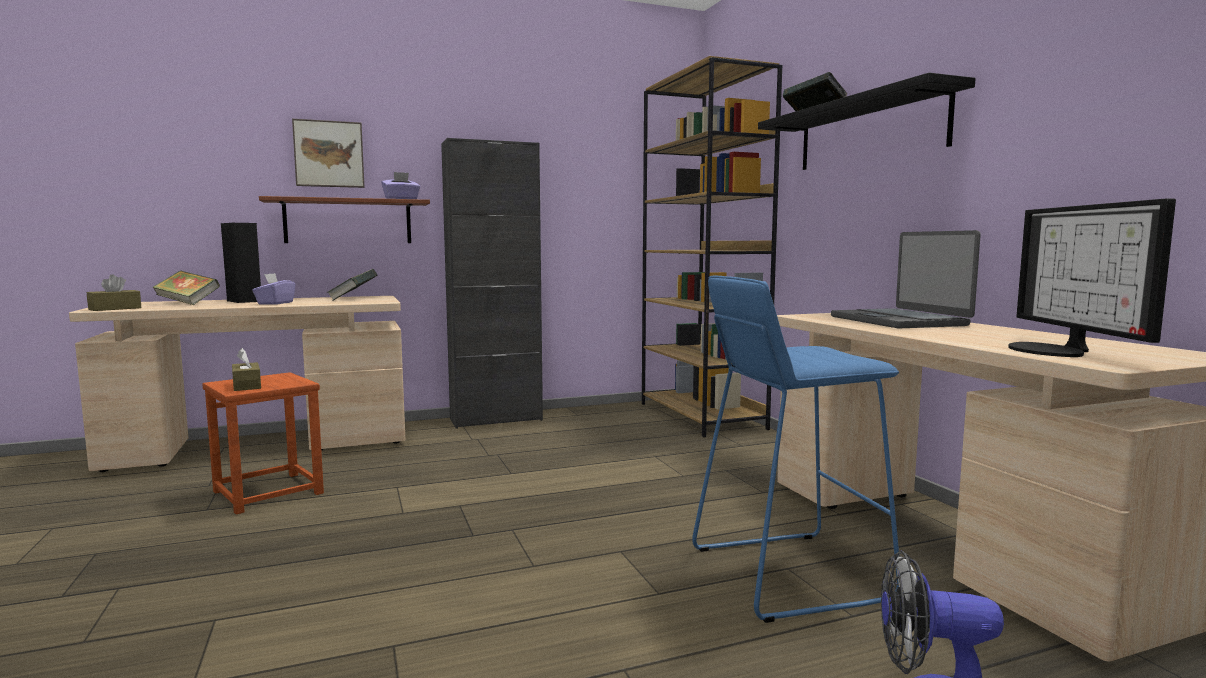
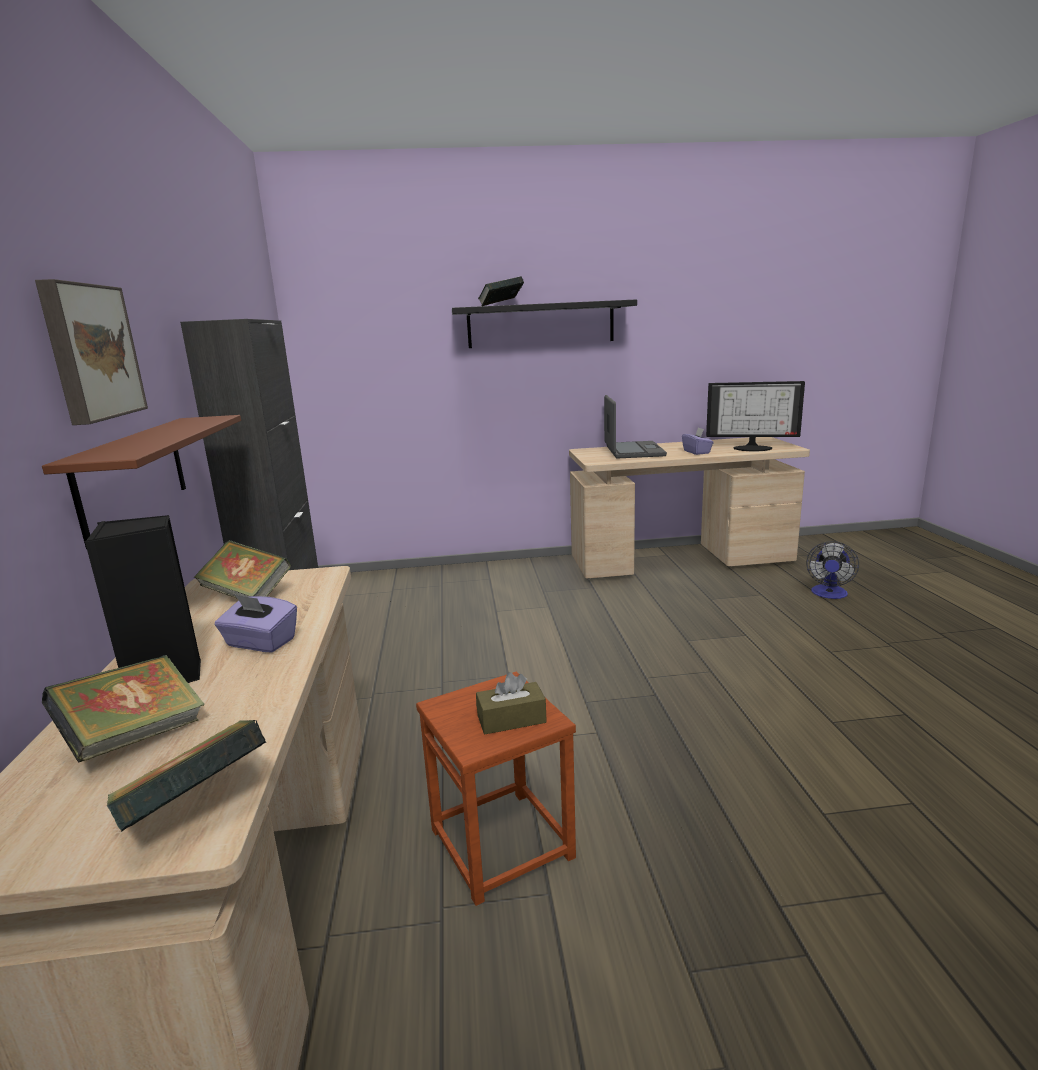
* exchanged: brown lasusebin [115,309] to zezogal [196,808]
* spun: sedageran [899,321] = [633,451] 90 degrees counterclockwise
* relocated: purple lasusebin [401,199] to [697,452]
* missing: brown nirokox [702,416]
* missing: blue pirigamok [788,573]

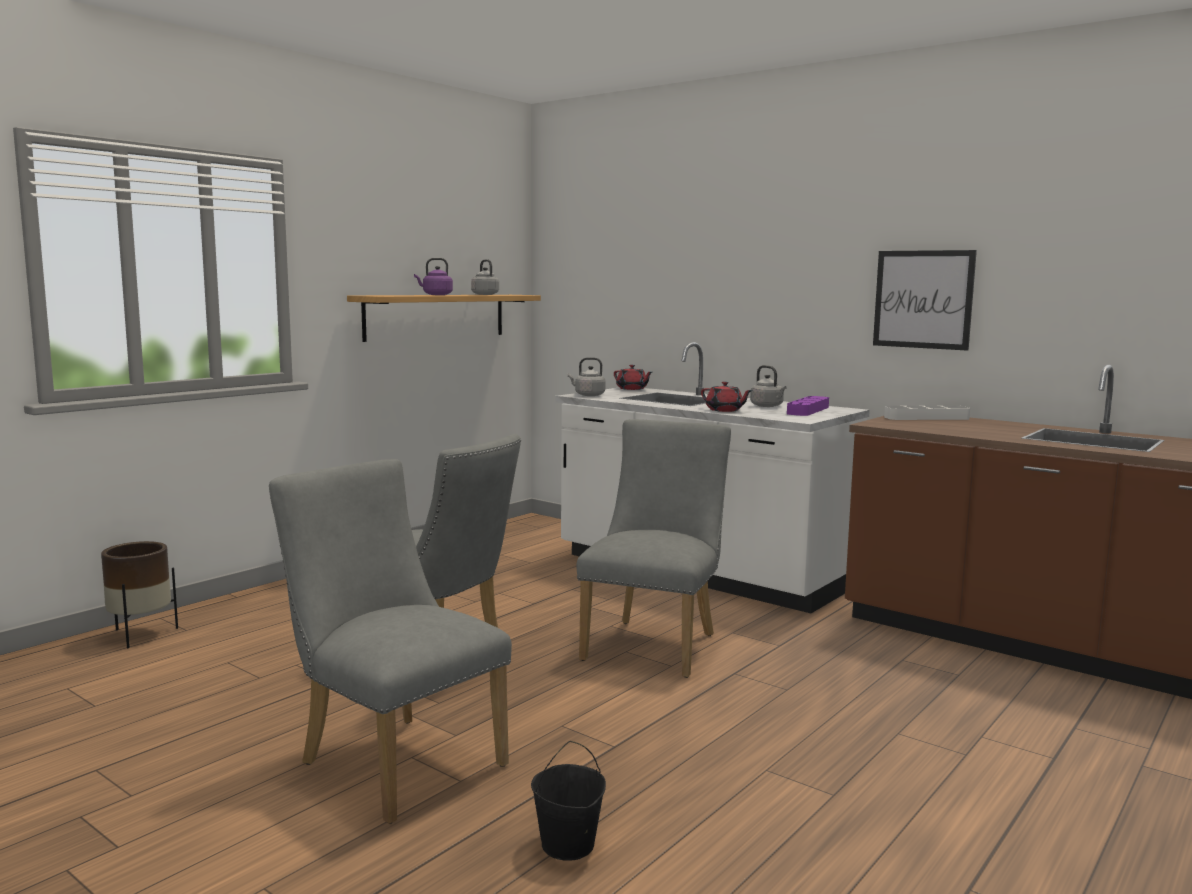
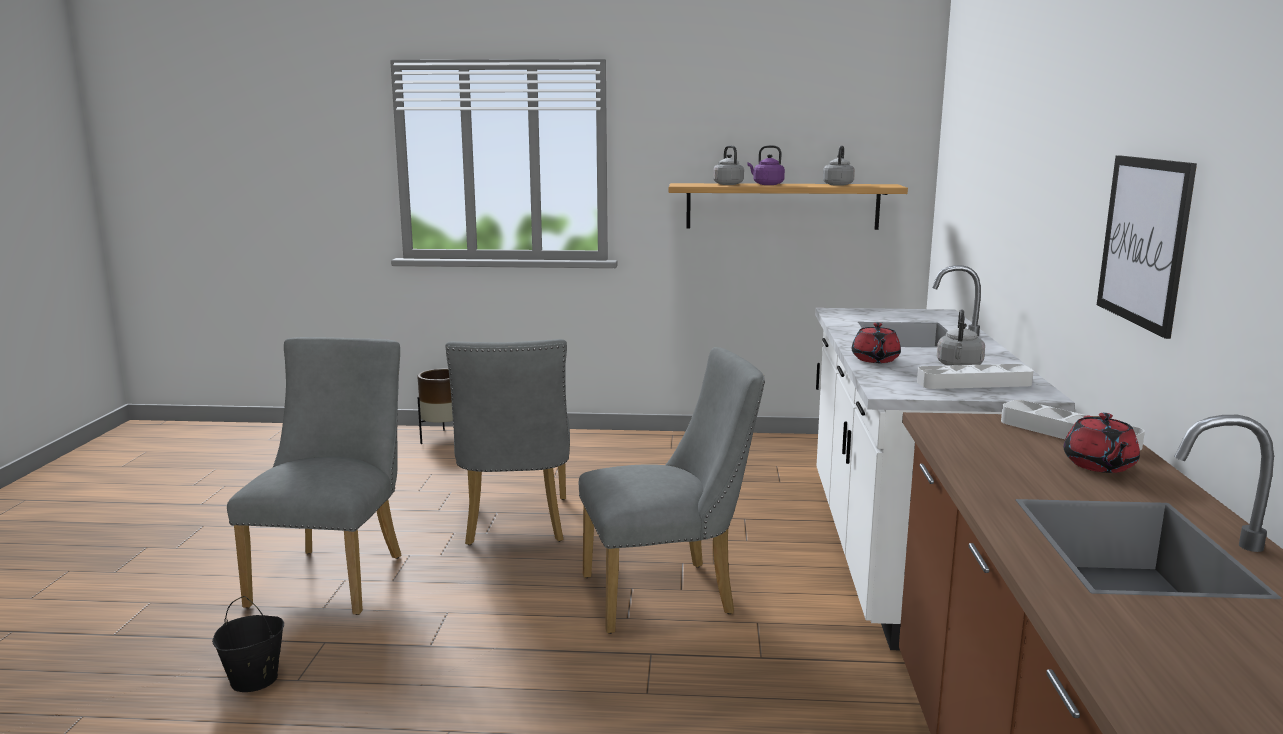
* relocated: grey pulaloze [588,395] to [727,184]
* colour: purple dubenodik [808,410] to white dubenodik [974,383]
* relocated: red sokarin [632,389] to [1099,465]

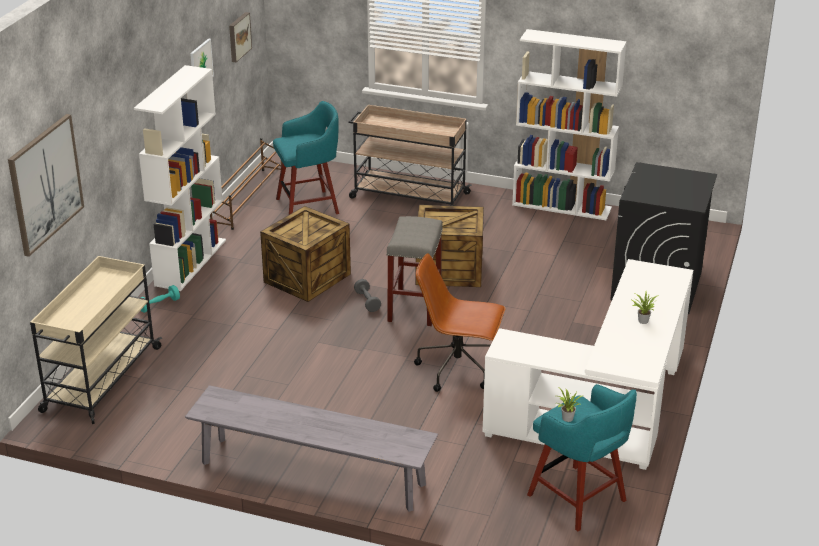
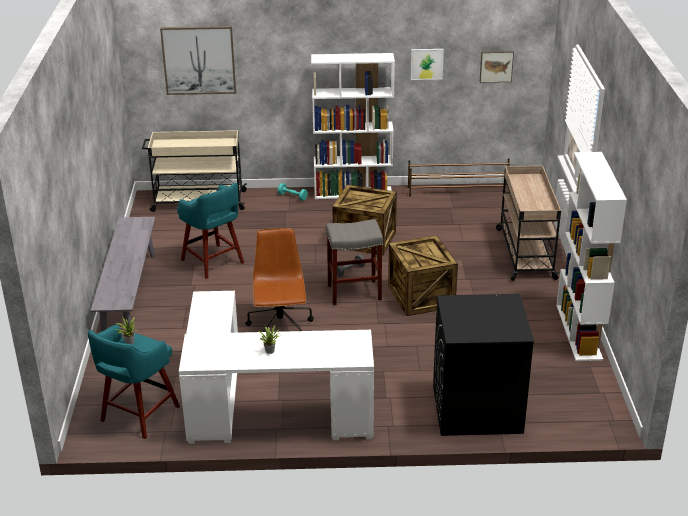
* relocated: turquoise pirigamok [309,206] to [213,262]

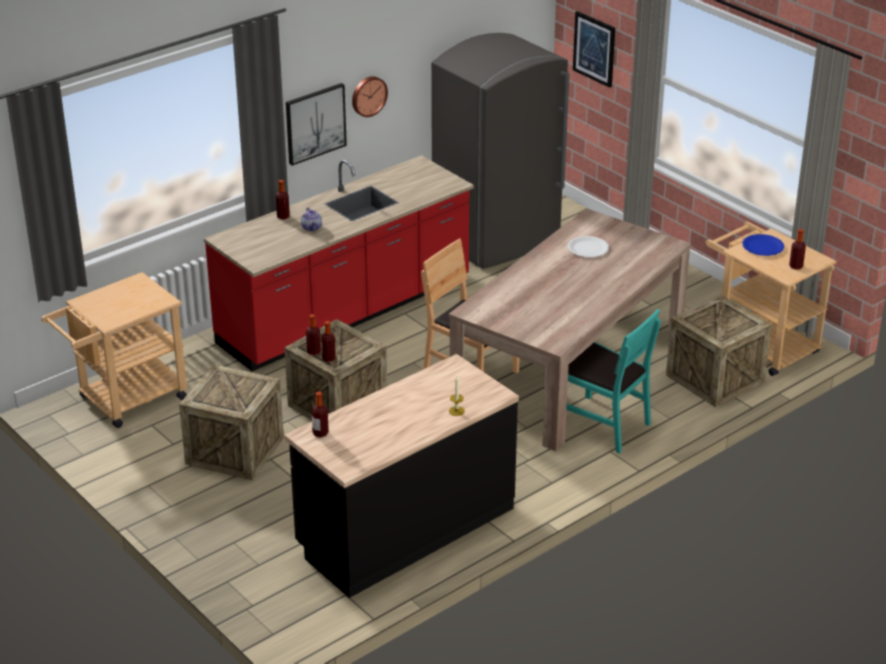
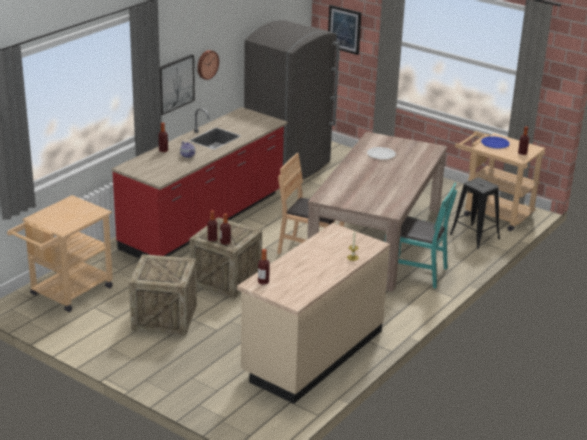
* colour: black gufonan [405,528] to beige gufonan [312,353]
* exchanged: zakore [715,378] to black pirigamok [474,236]

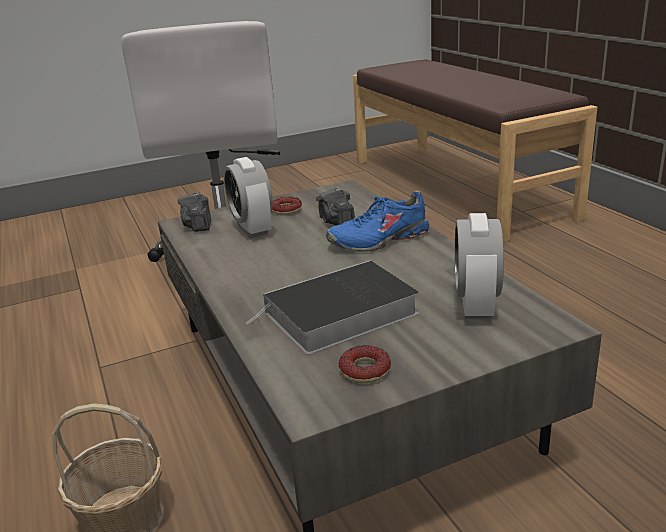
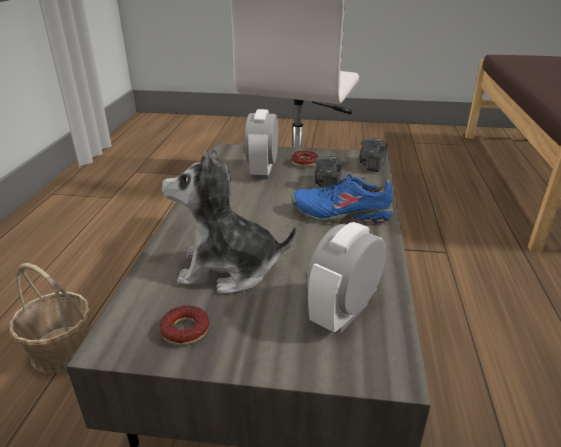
* exchanged: zezogal [338,315] to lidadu [228,269]
* relocated: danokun [198,225] to [372,165]

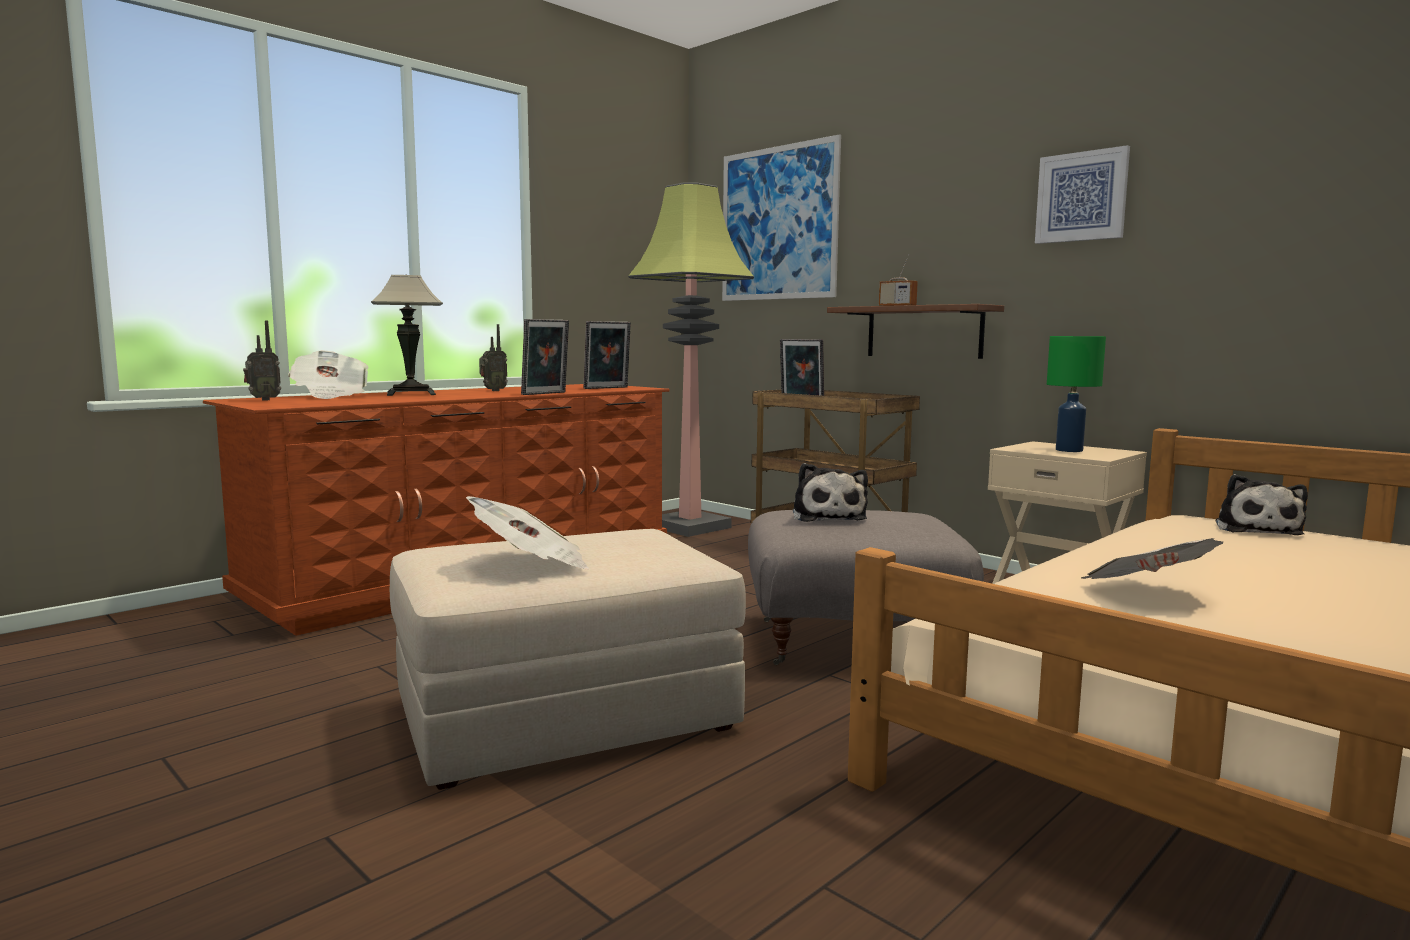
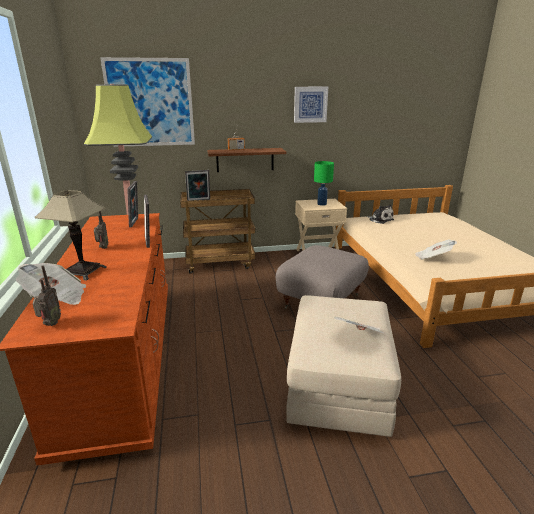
* missing: lidadu [828,517]

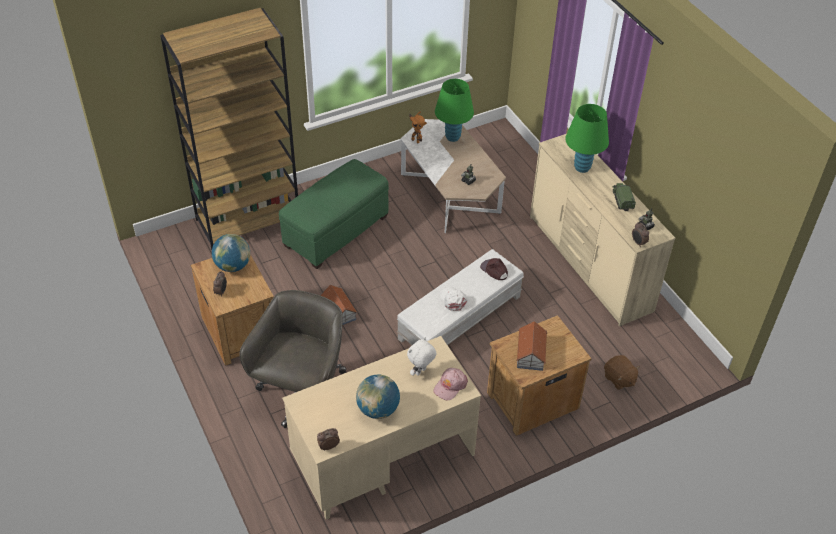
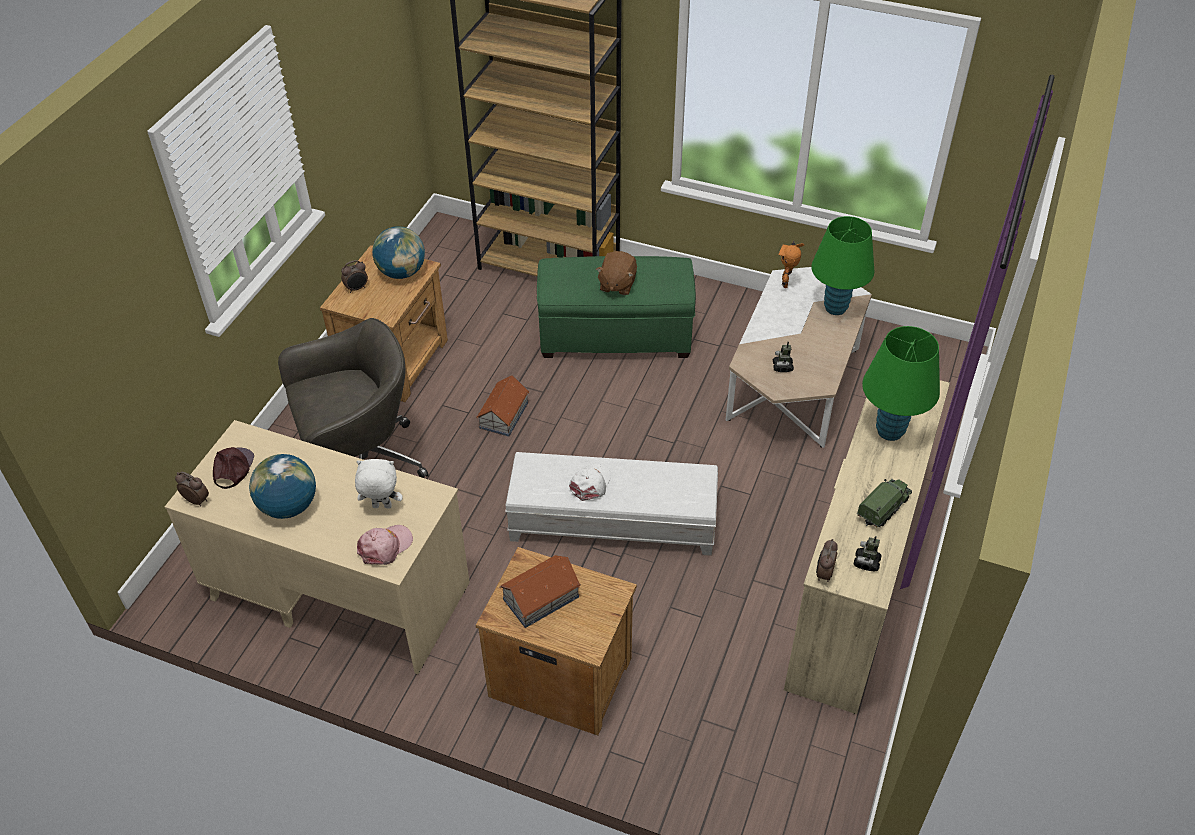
* relocated: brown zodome [494,270] to [233,468]
* spun: pink zodome [450,386] = [385,547] 135 degrees clockwise
* relocated: brown lidadu [619,379] to [617,284]

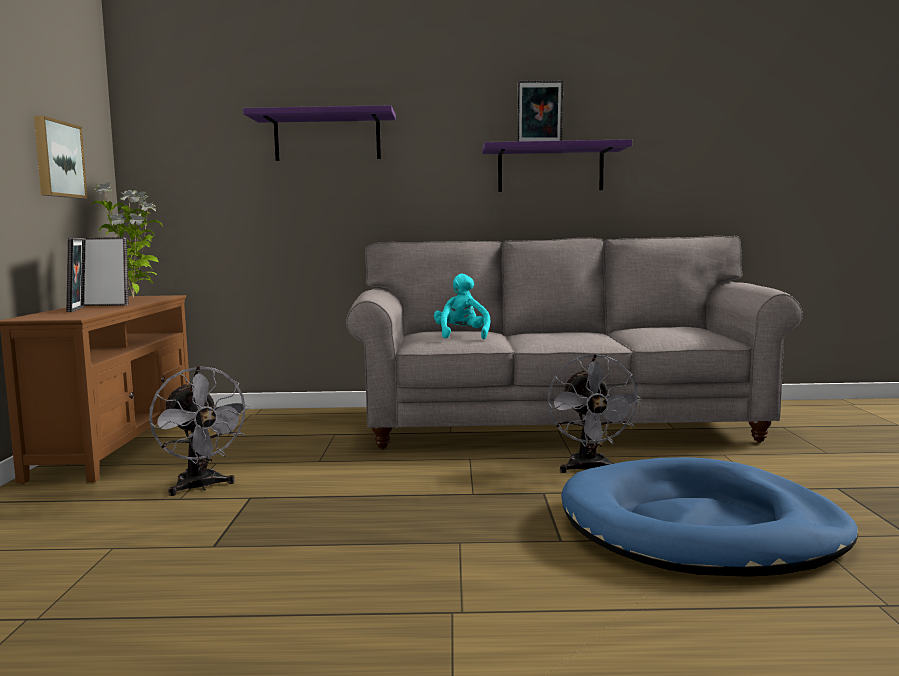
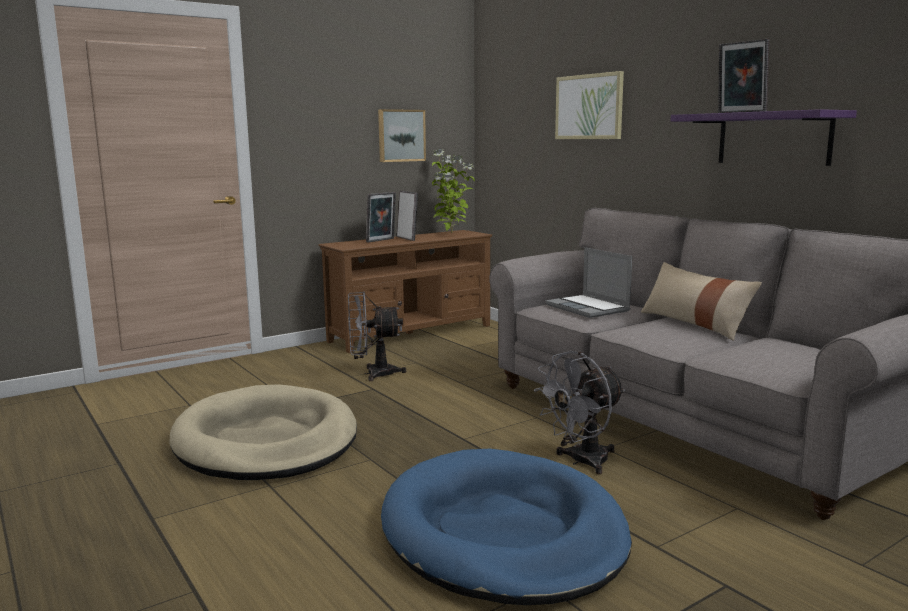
* appeared: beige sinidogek [266,441]
* spun: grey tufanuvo [201,487] = [373,374] 60 degrees clockwise
* exchanged: turquoise lidadu [462,336] to sedageran [589,308]
* exchanged: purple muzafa [327,137] to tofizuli [589,107]
* appeared: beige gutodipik [694,324]

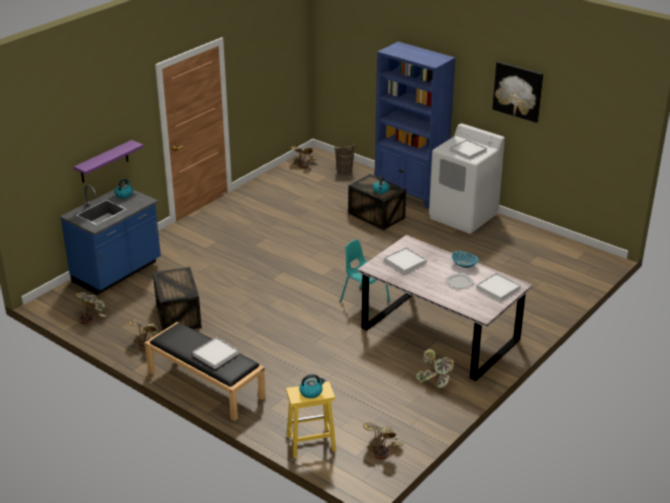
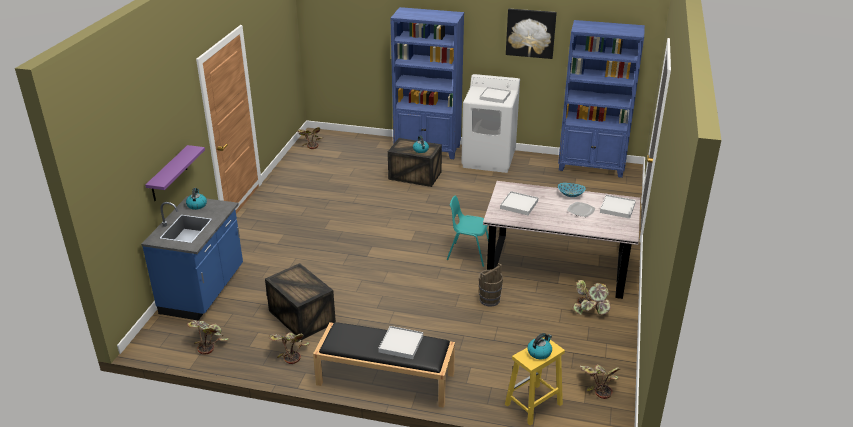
* relocated: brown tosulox [344,172] to [489,300]
* appeared: blue nirokox [591,167]

